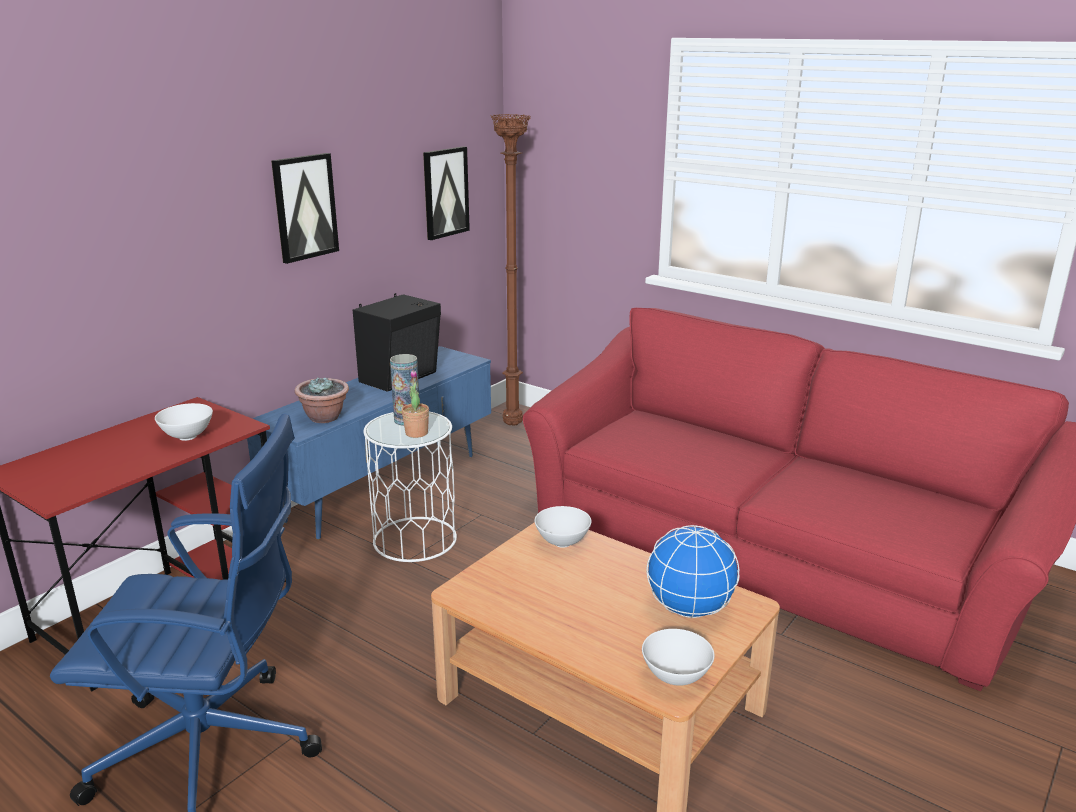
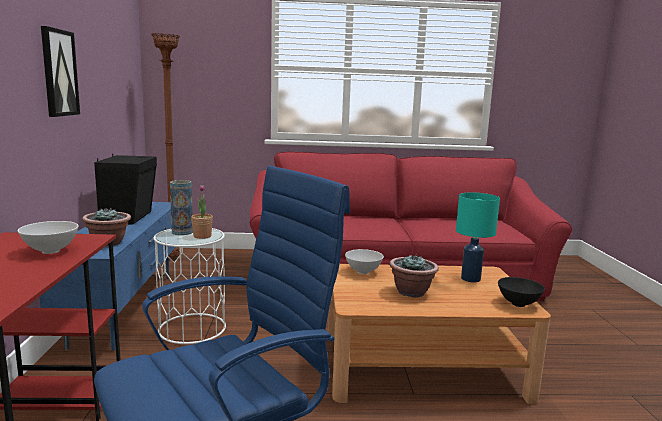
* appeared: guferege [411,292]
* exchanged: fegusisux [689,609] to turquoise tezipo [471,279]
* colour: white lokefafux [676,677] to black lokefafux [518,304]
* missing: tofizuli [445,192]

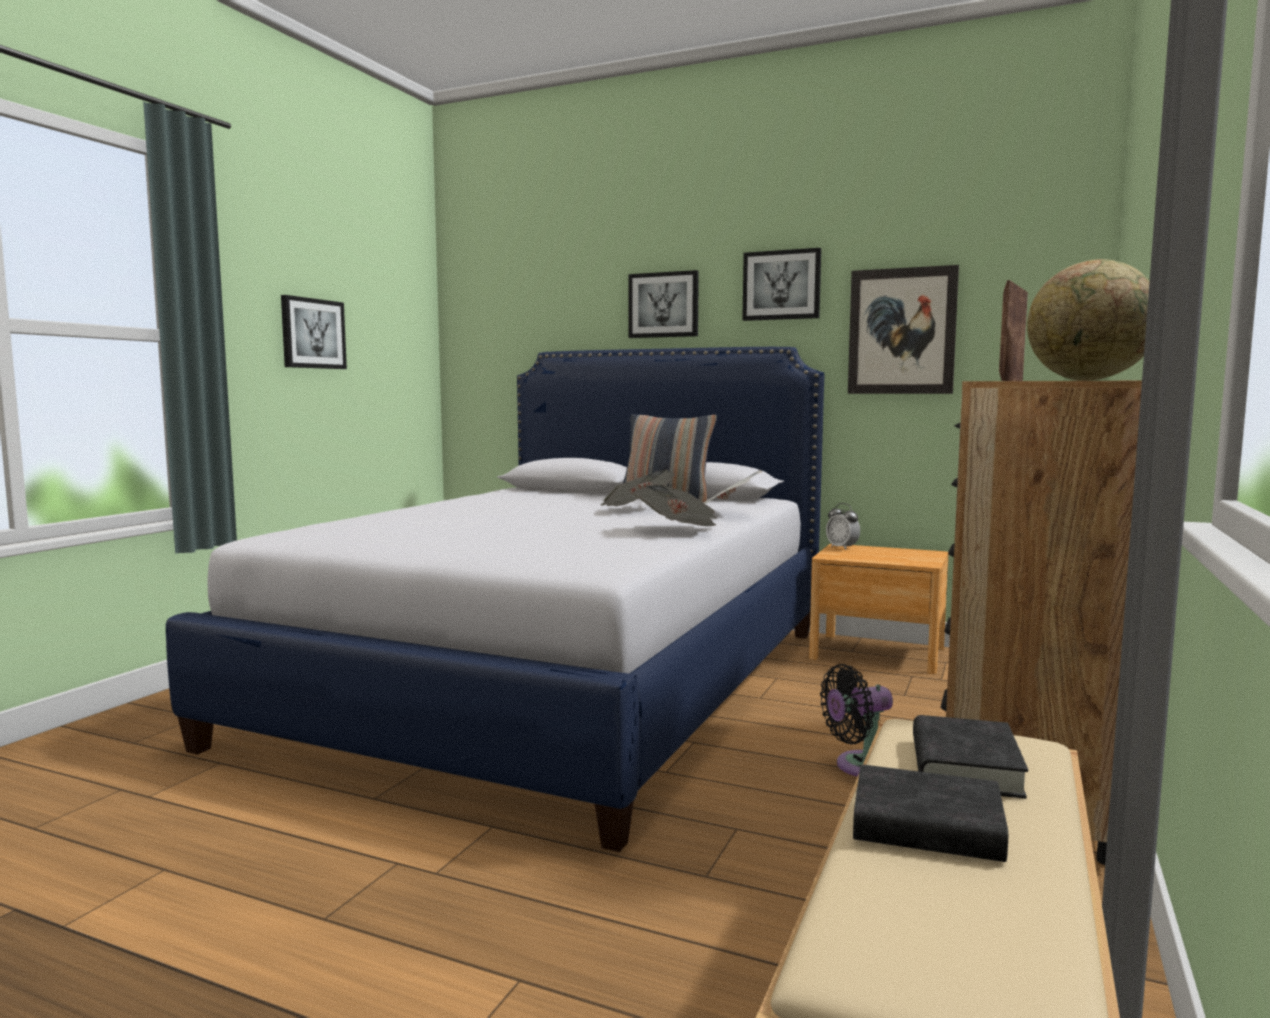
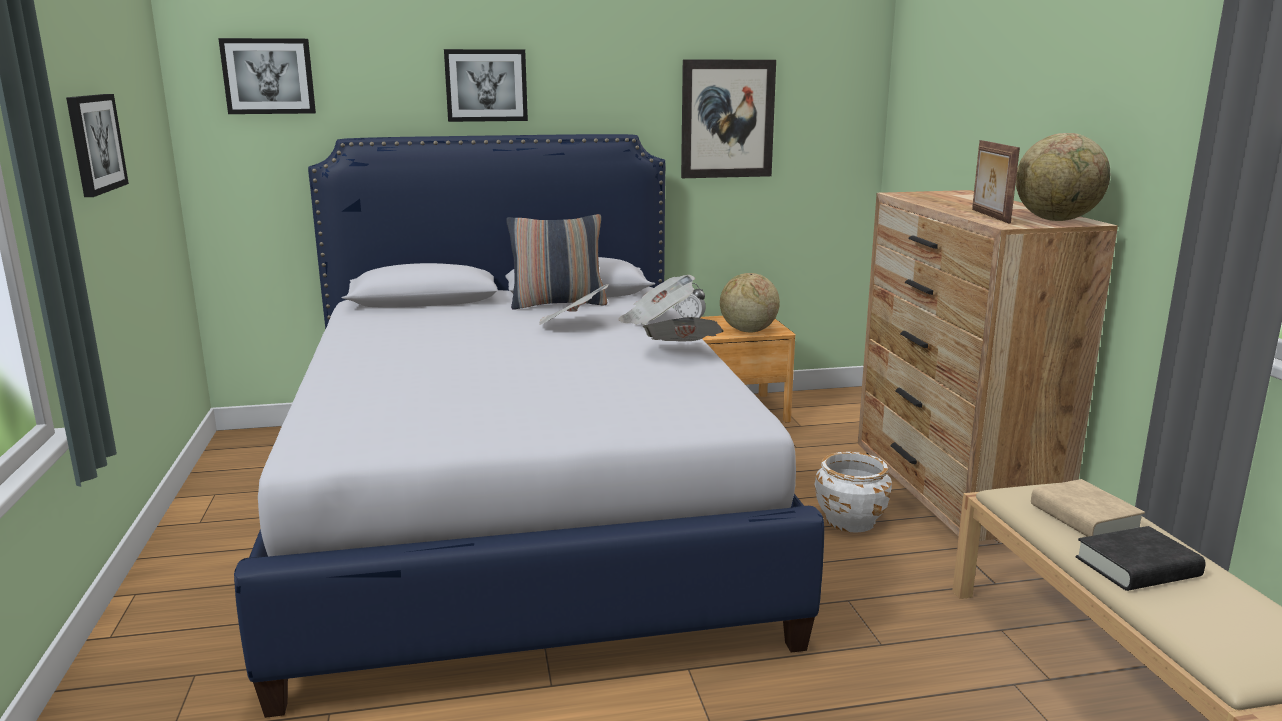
* relocated: tofizuli [781,285] to [268,76]
* appeared: fegusisux [748,331]
* exchanged: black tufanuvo [859,766] to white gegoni [850,520]
* colour: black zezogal [965,767] to beige zezogal [1084,517]

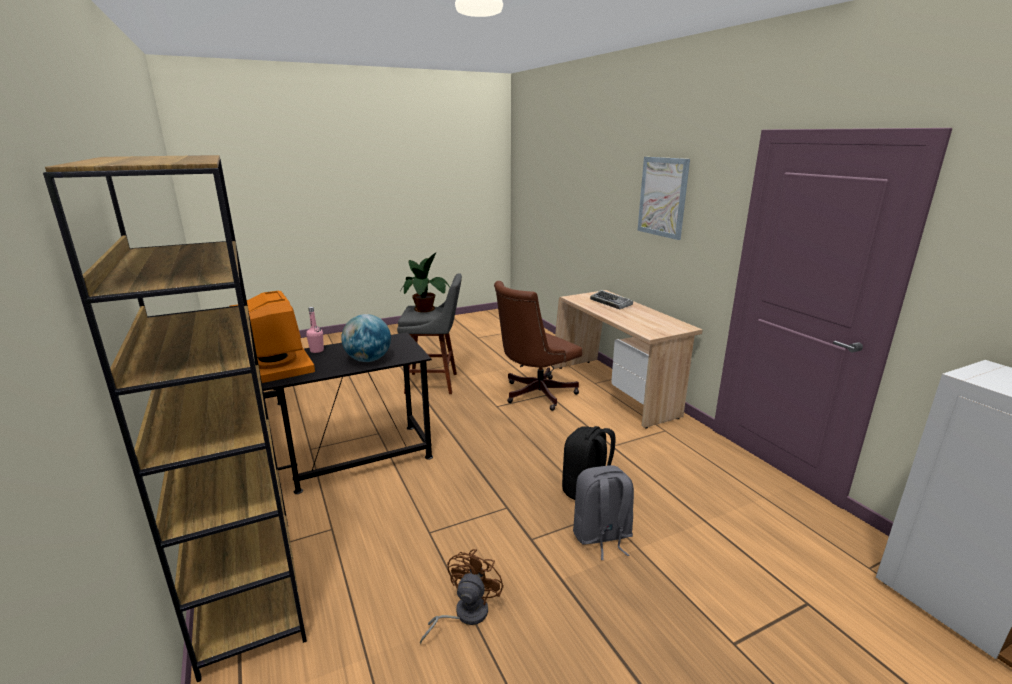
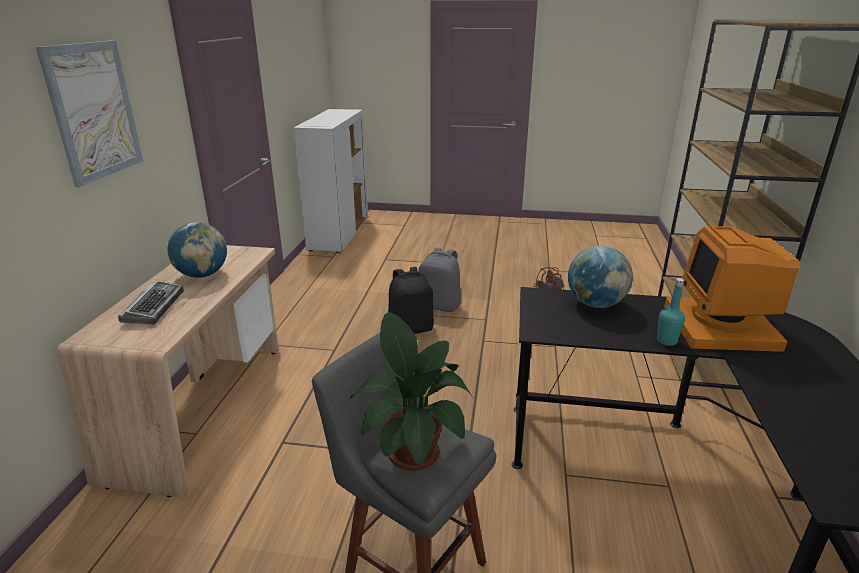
* appeared: fegusisux [202,275]
* colour: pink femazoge [317,350] to turquoise femazoge [666,341]
* missing: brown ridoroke [534,394]

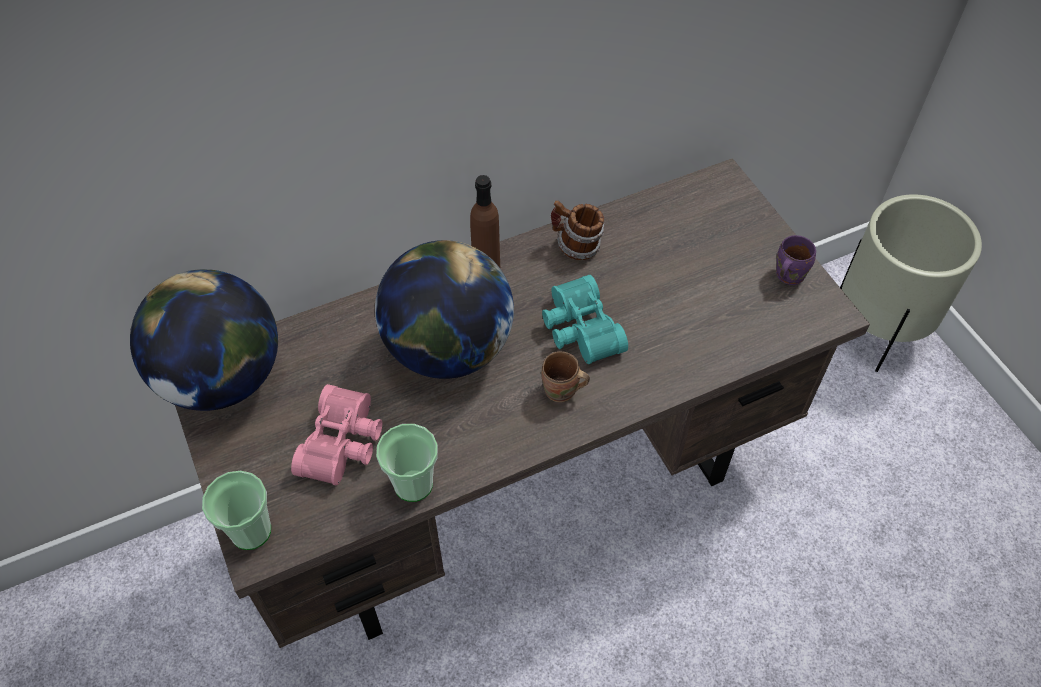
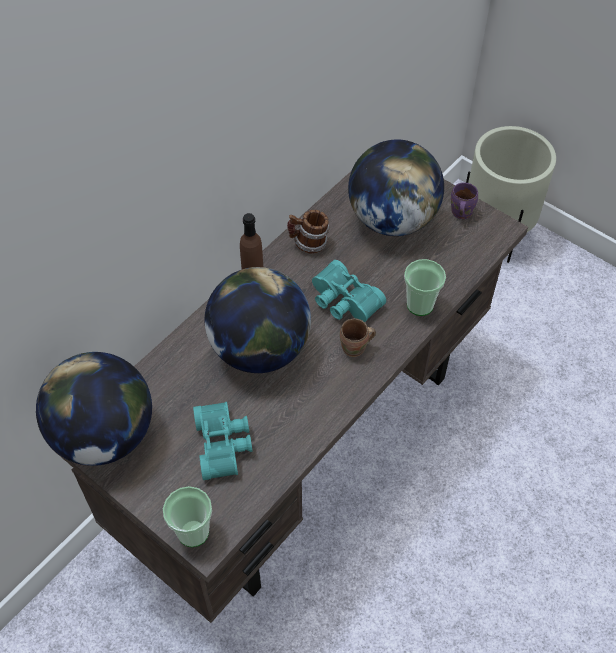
* colour: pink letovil [344,443] to turquoise letovil [224,444]
* appeared: fegusisux [392,219]
* relocated: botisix [413,484] to [420,305]

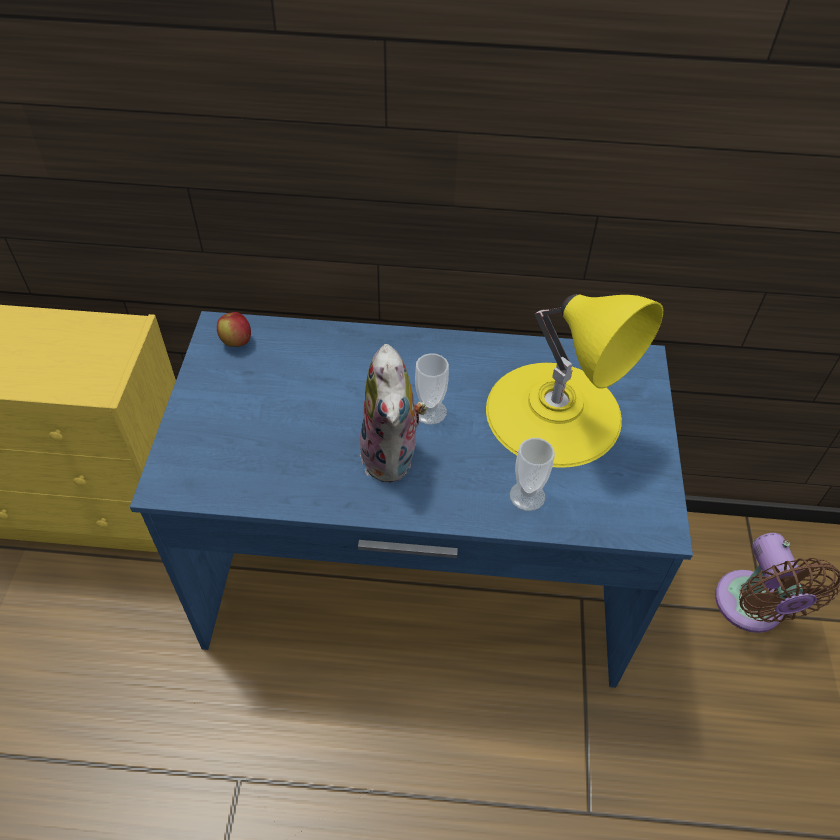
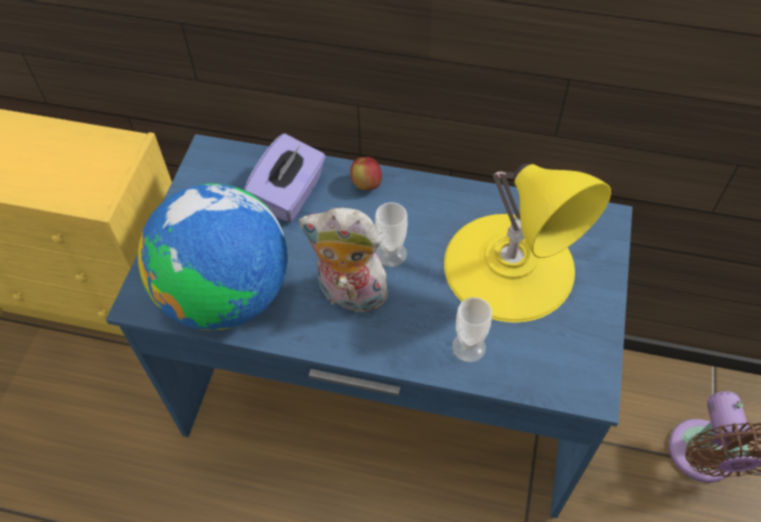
* appeared: fegusisux [227,295]
* appeared: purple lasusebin [289,195]
* spun: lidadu [393,456] = [349,295] 105 degrees clockwise
* relocated: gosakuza [236,342] to [366,184]

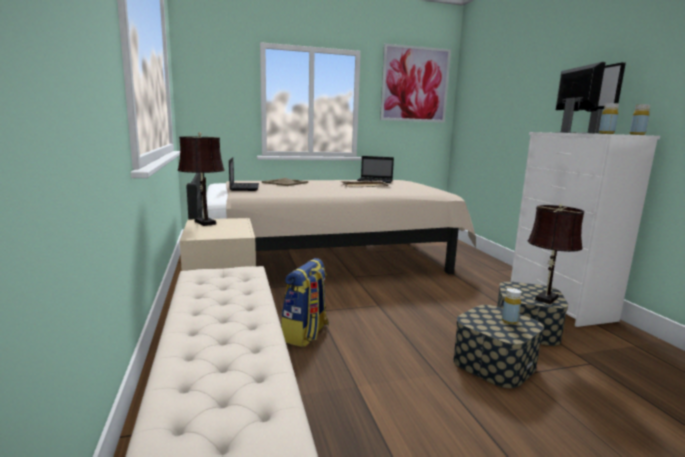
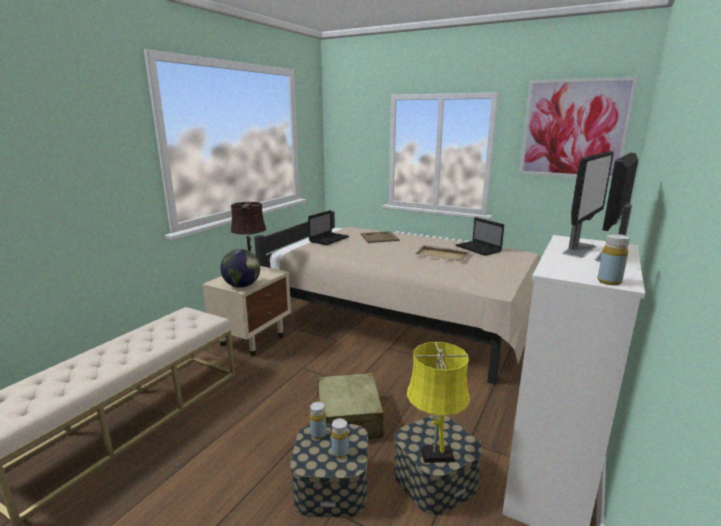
* appeared: fegusisux [242,286]
* relocated: yellow femazoge [606,133] to [318,434]
* appeared: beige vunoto [348,418]
* colour: brown tezipo [545,299] to yellow tezipo [434,455]
* missing: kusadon [306,334]

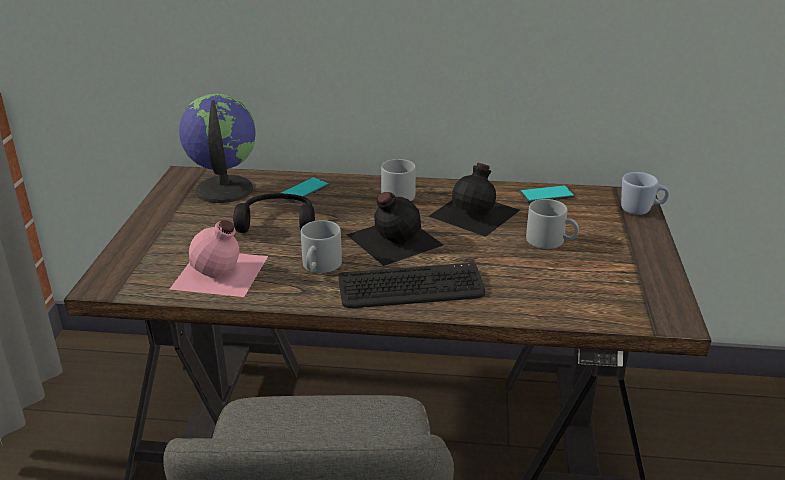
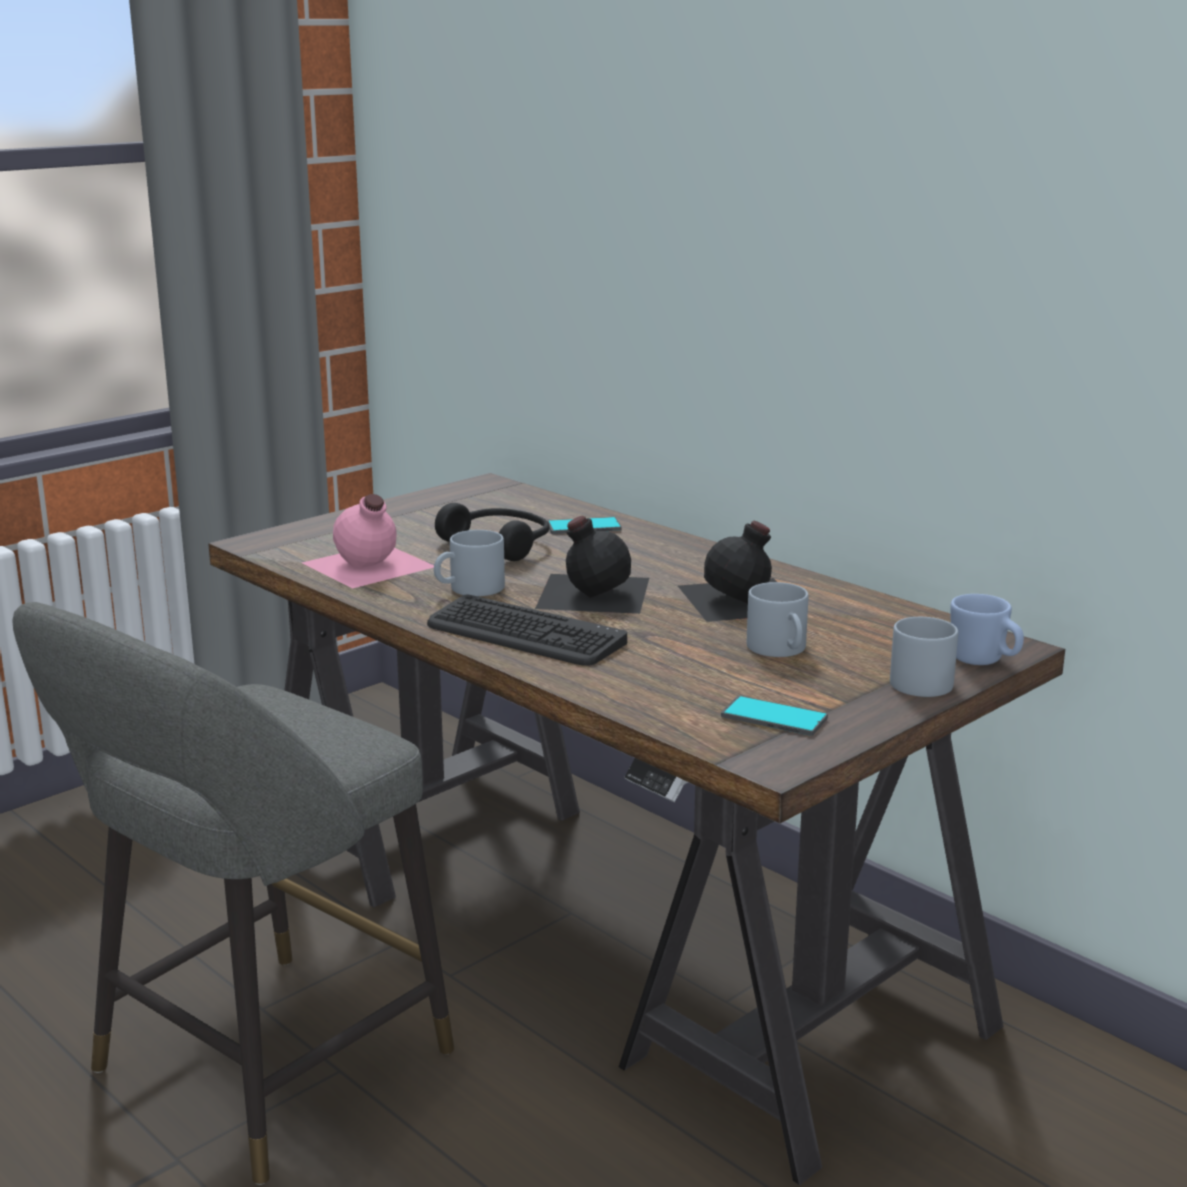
* relocated: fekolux [546,195] to [774,717]
* relocated: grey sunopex [395,193] to [921,680]
* missing: fegusisux [223,189]

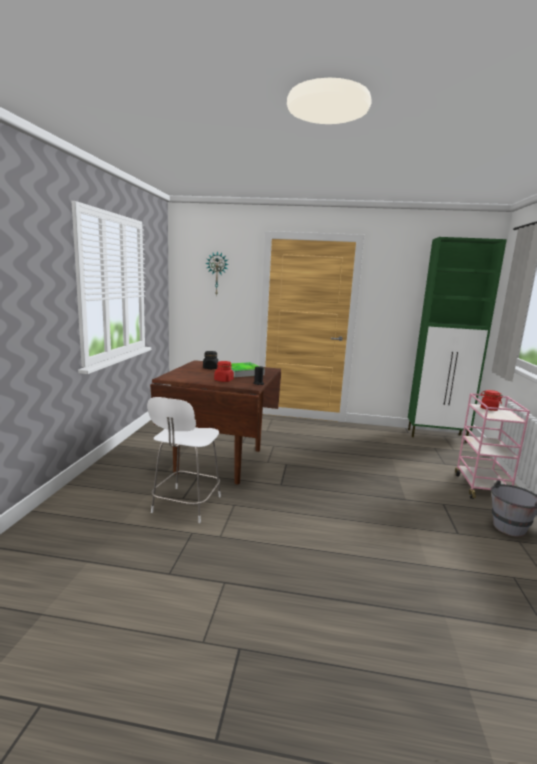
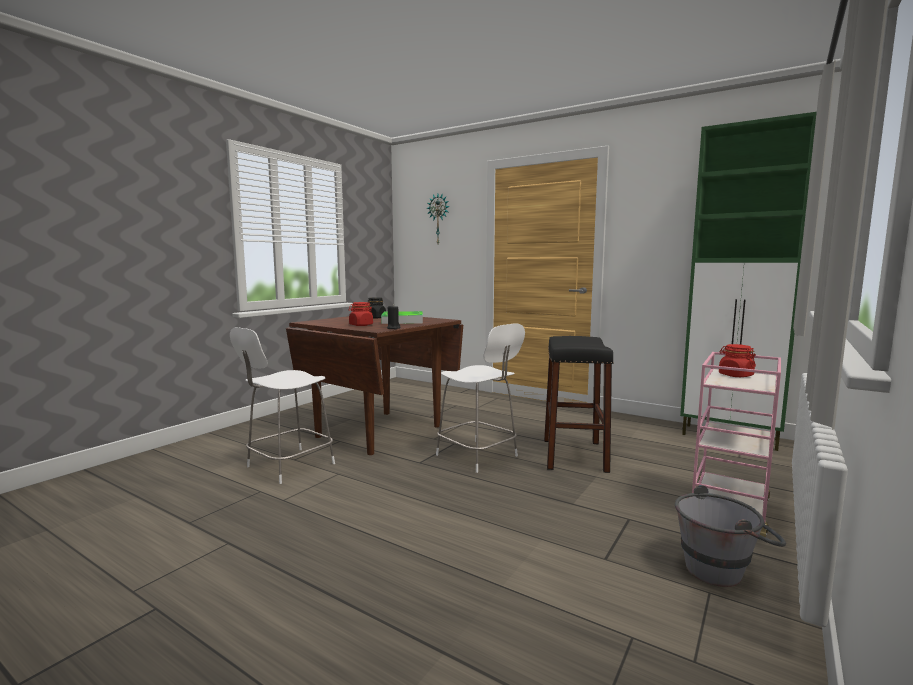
* appeared: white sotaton [478,456]
* appeared: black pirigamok [574,455]

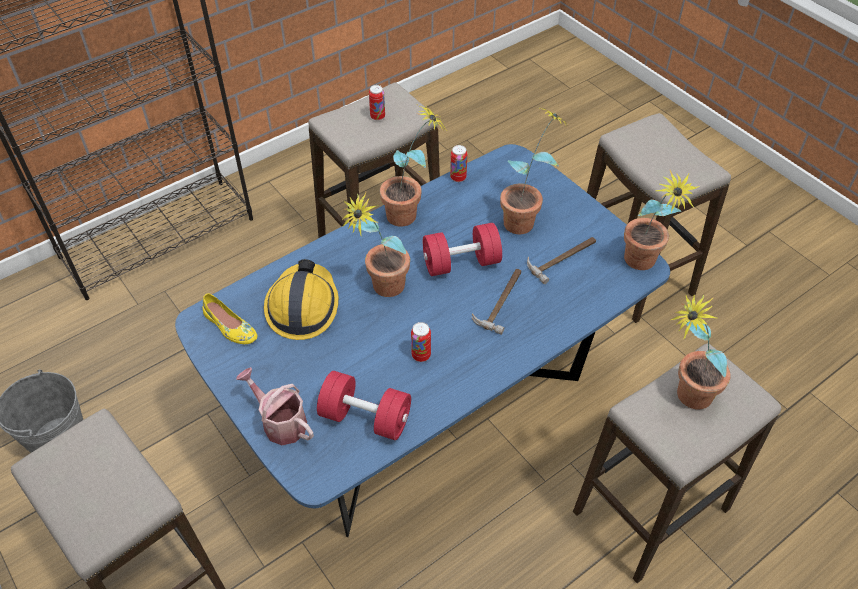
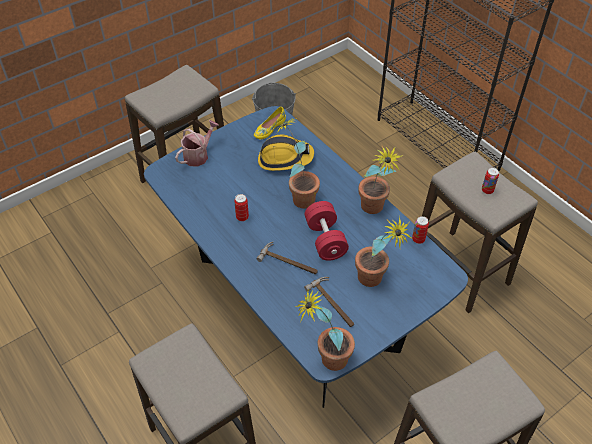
* missing: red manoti [365,417]
* missing: guferege [683,396]

